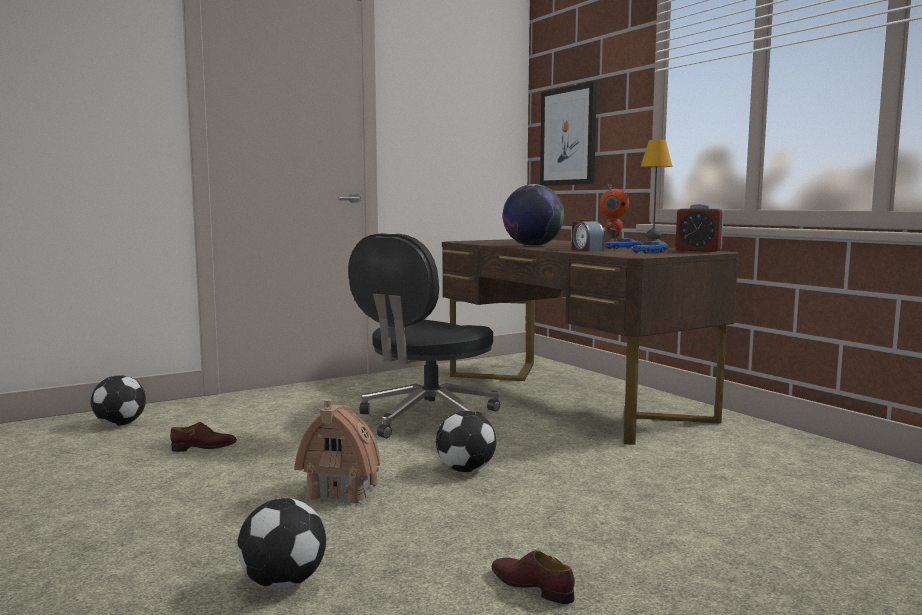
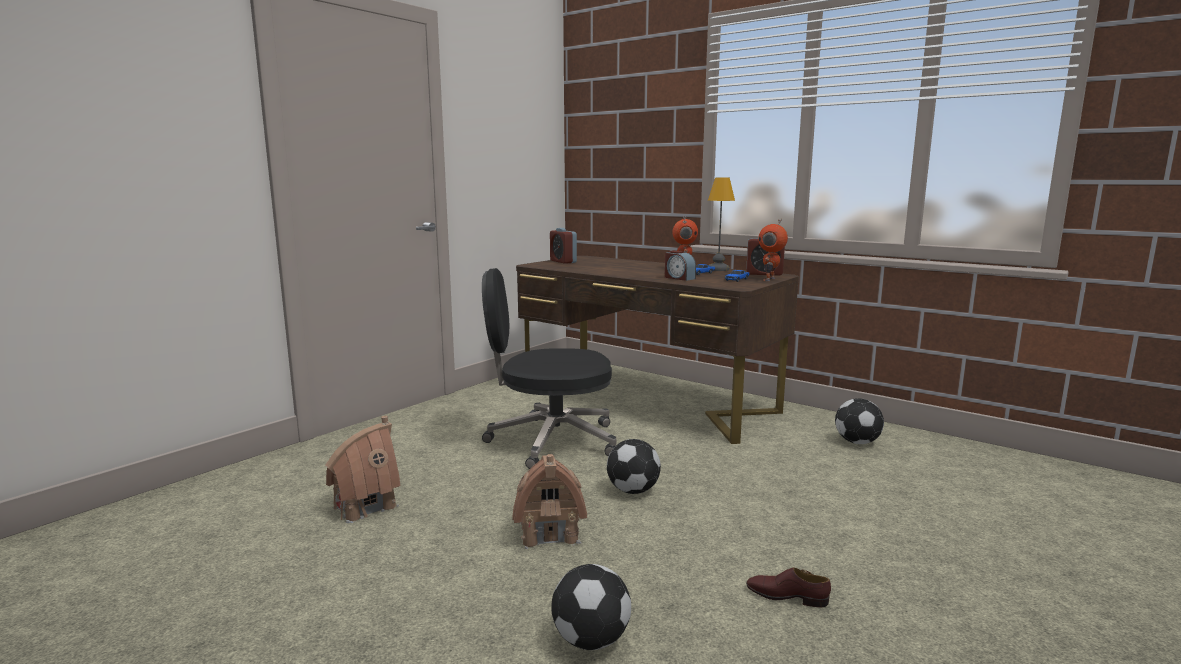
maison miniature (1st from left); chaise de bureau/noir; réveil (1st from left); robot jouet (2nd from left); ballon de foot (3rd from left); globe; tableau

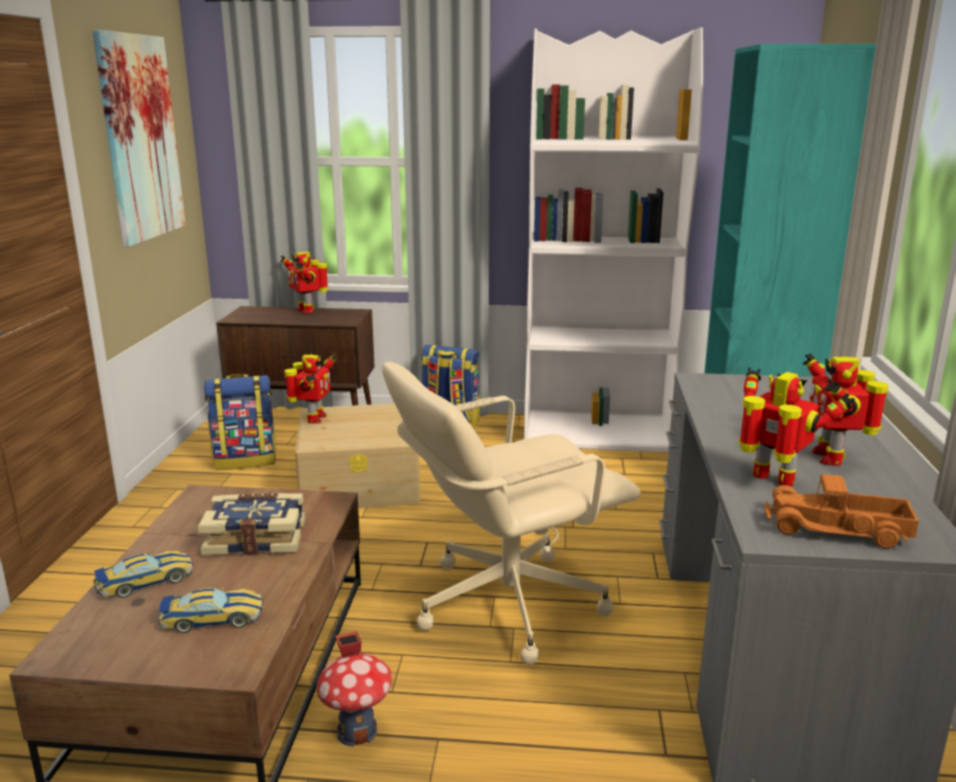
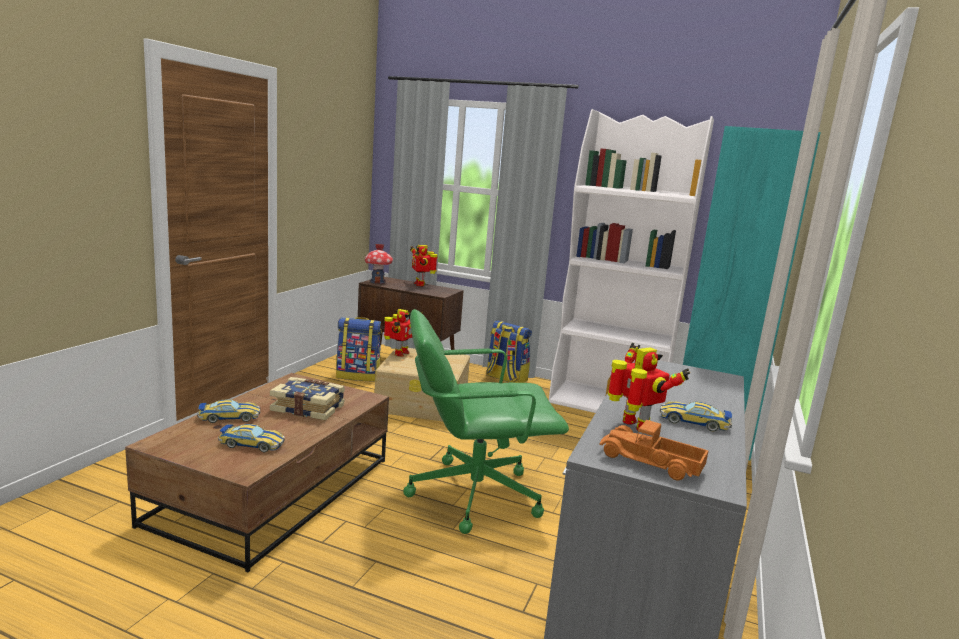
maison miniature; chaise de bureau/vert; petite voiture (3rd from left); tableau

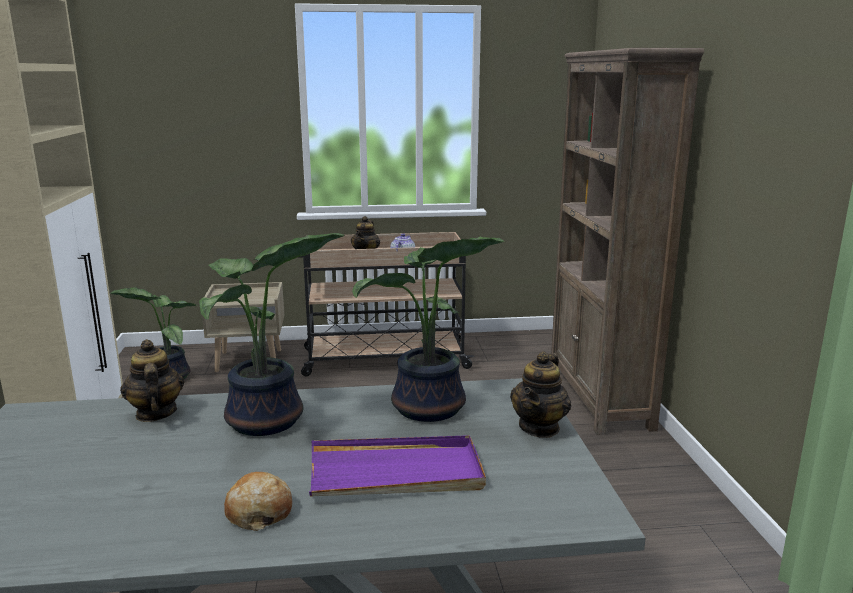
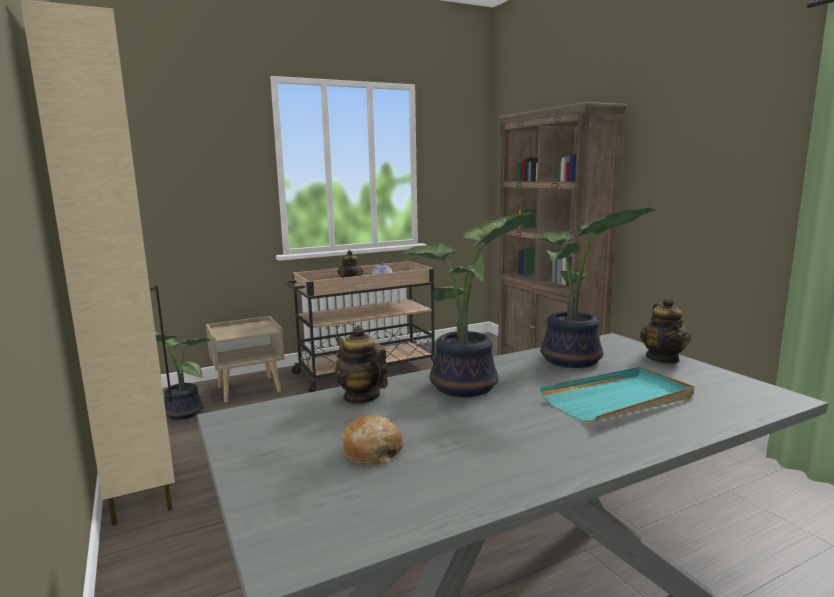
pain; plateau/turquoise

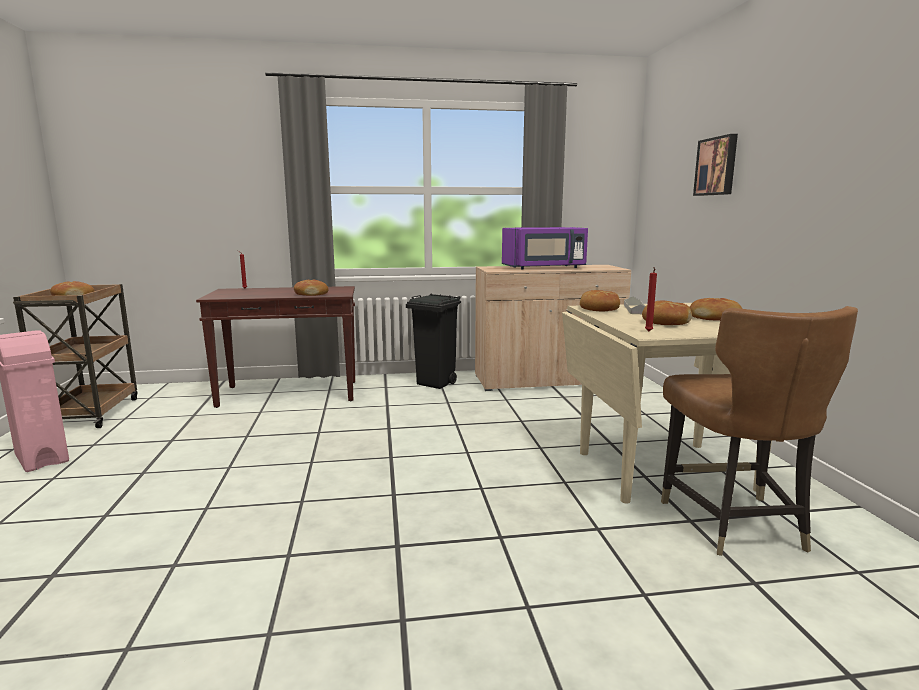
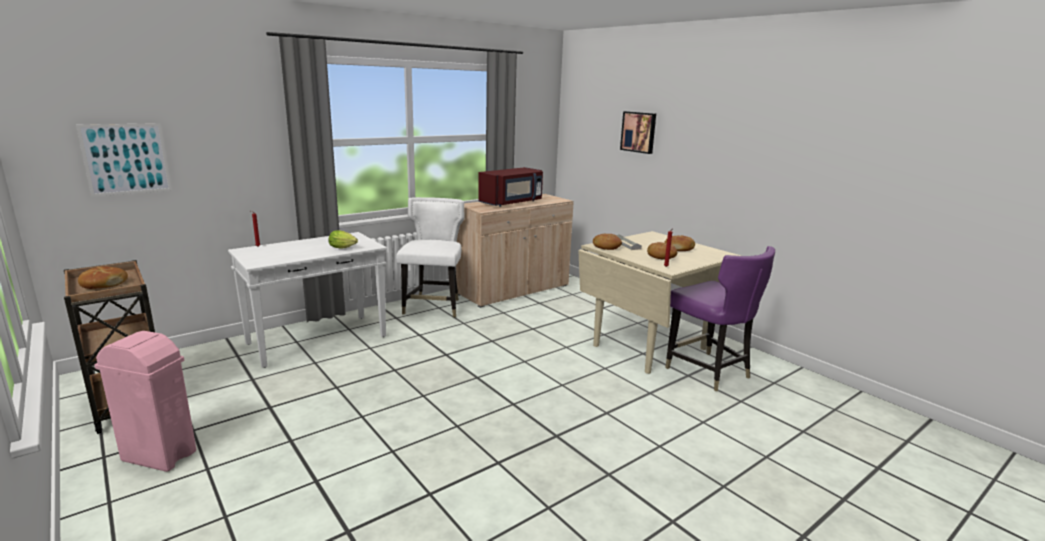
tableau (1st from left); table console/blanc; laitue; chaise/blanc; micro-ondes/rouge; chaise/violet

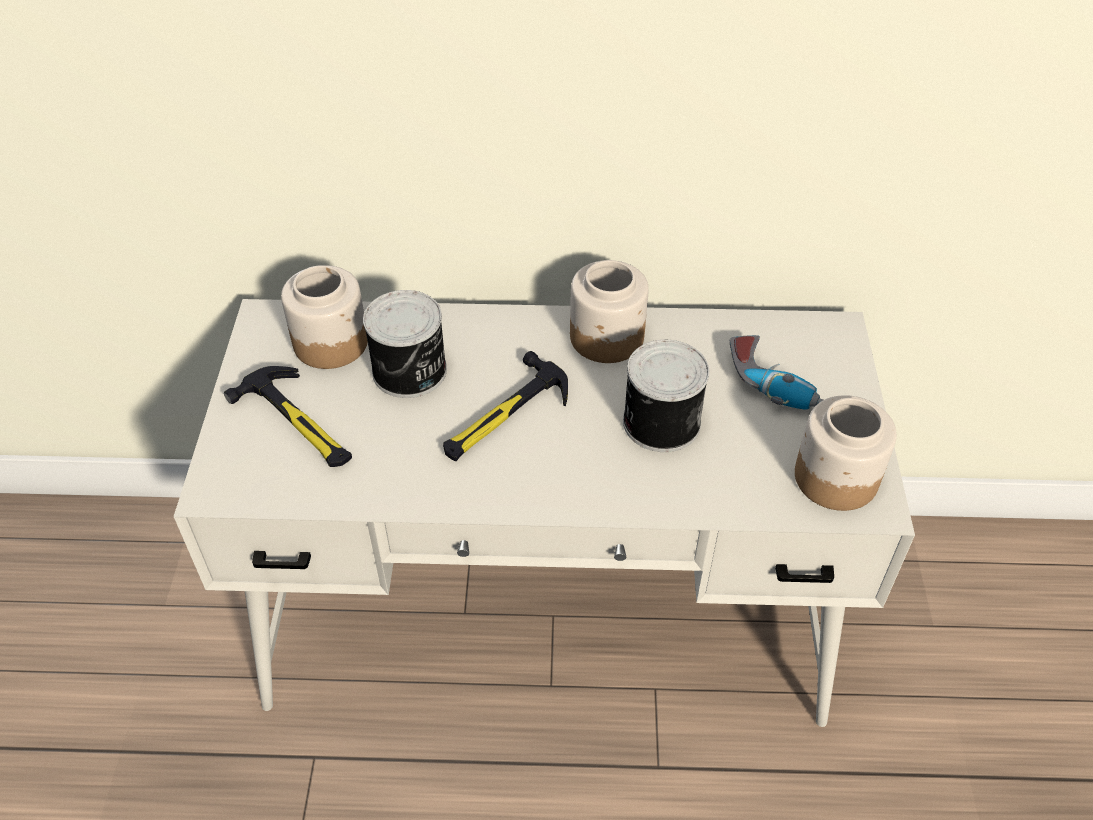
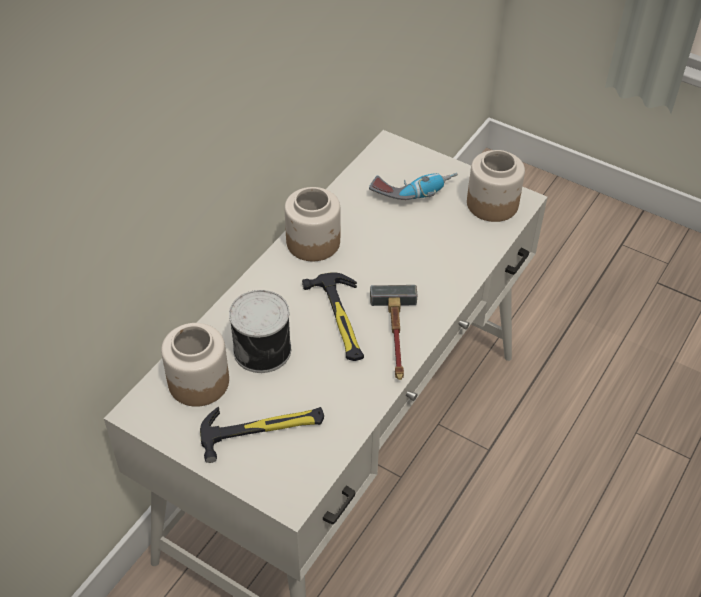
marteau (3rd from left); boîte métallique (2nd from left in the first image)

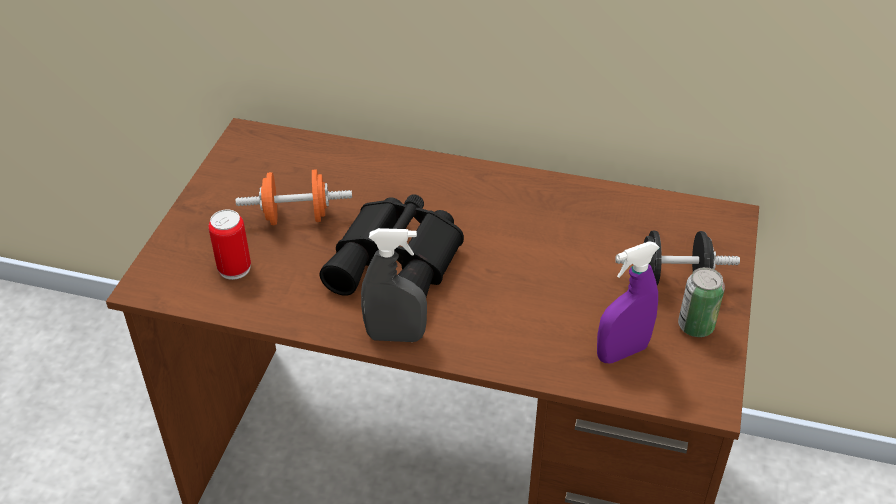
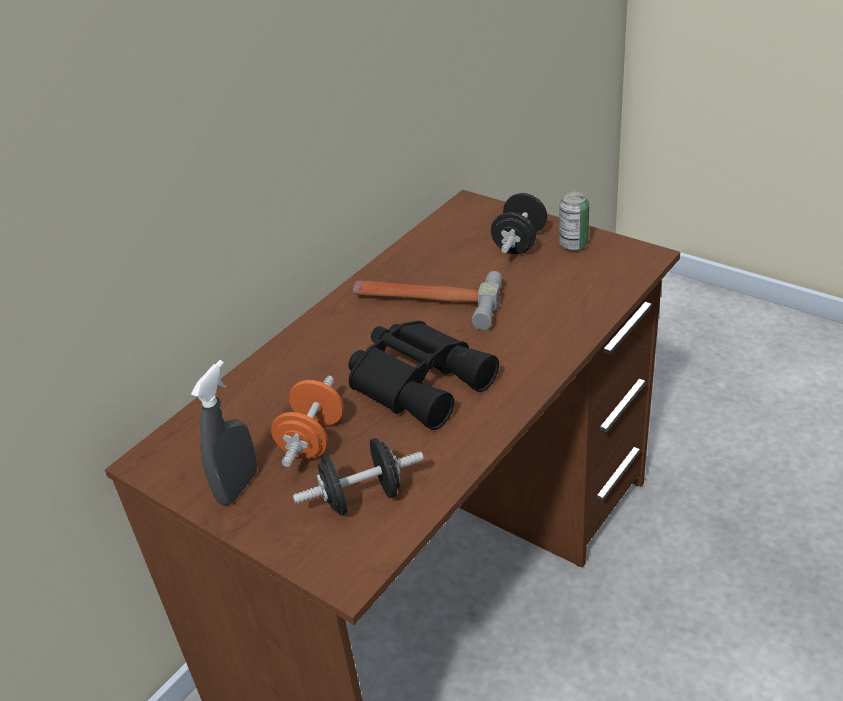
vaporisateur/gris; haltère/noir (1st from left); marteau; vaporisateur/violet

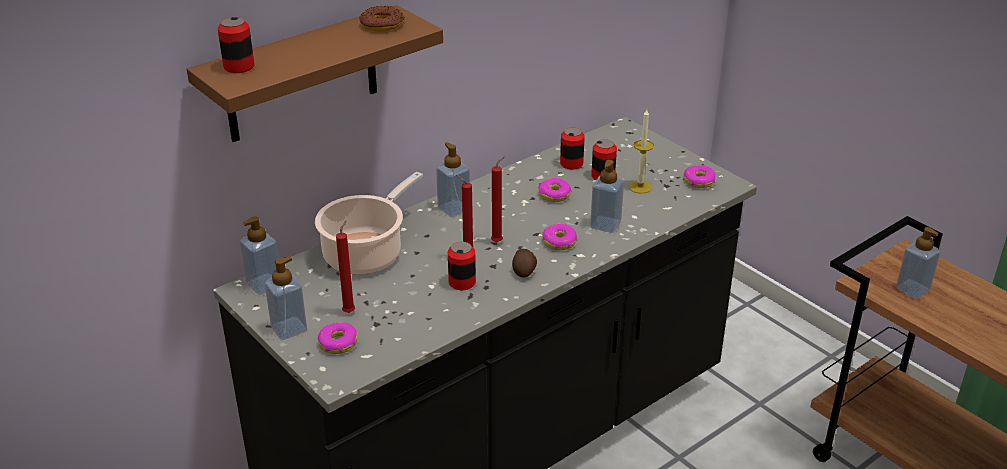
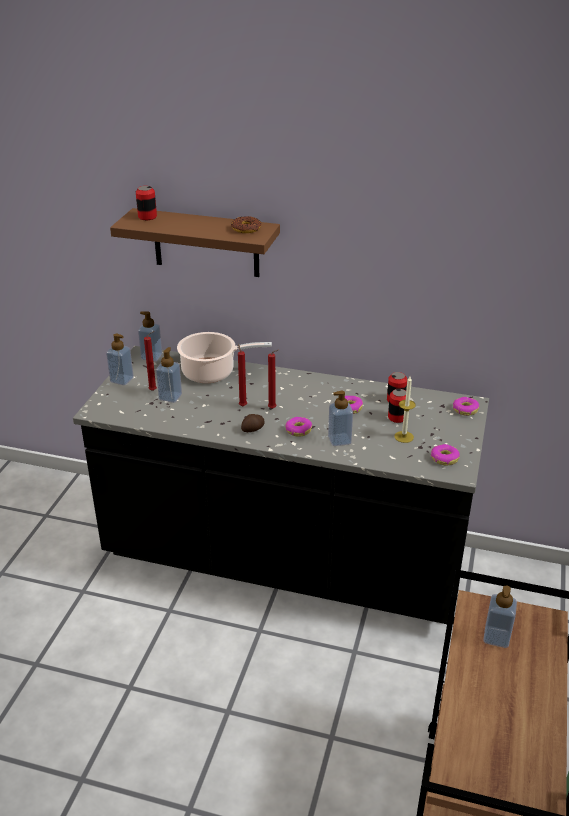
distributeur de savon (3rd from left); beignet (5th from left); boîte métallique (2nd from left in the first image)

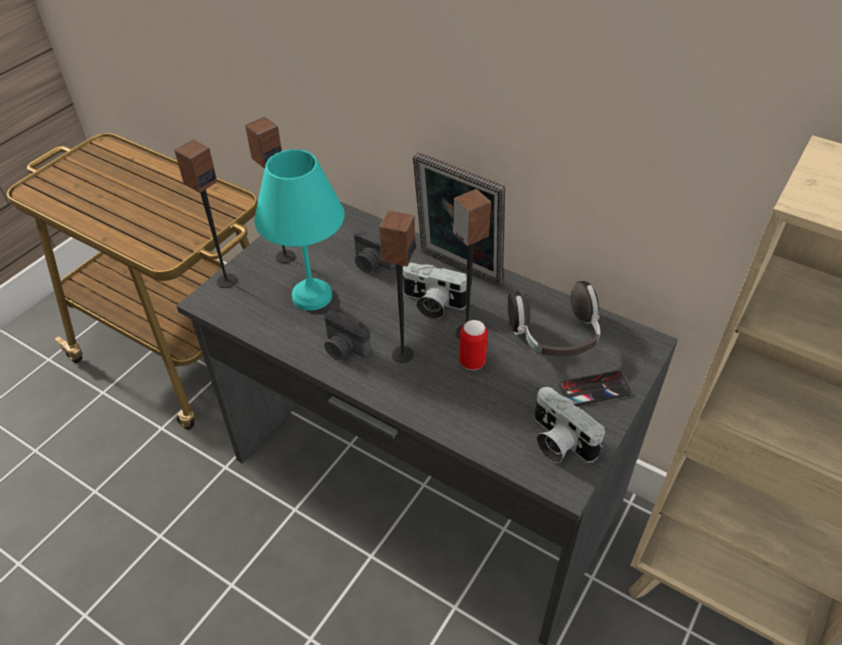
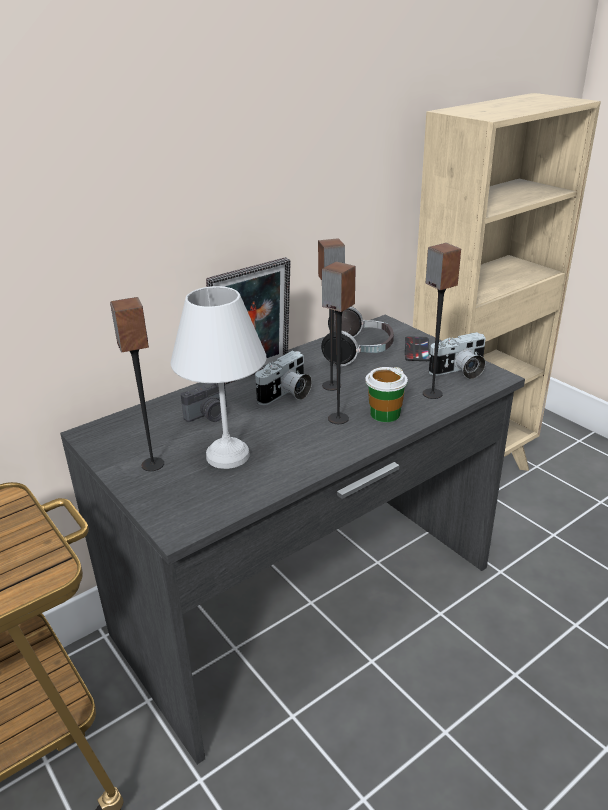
lampe de table/blanc; tasse; enceinte (4th from left); appareil photo (1st from left in the first image); boîte métallique

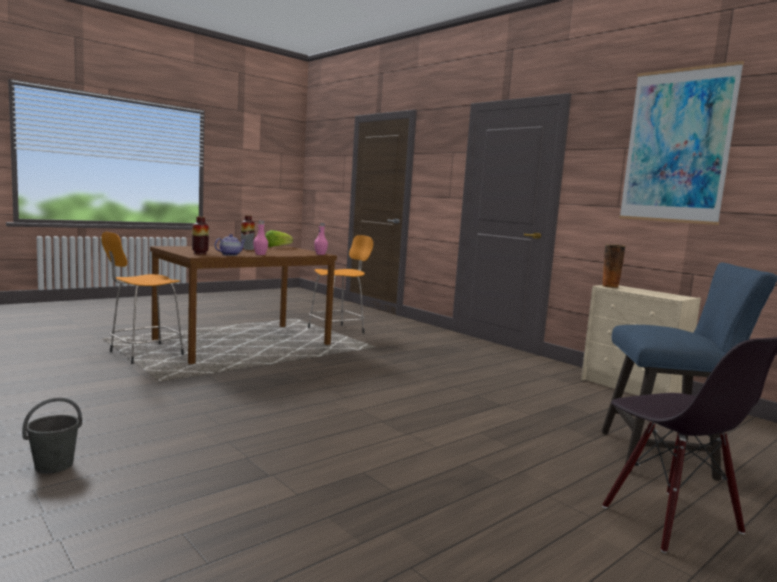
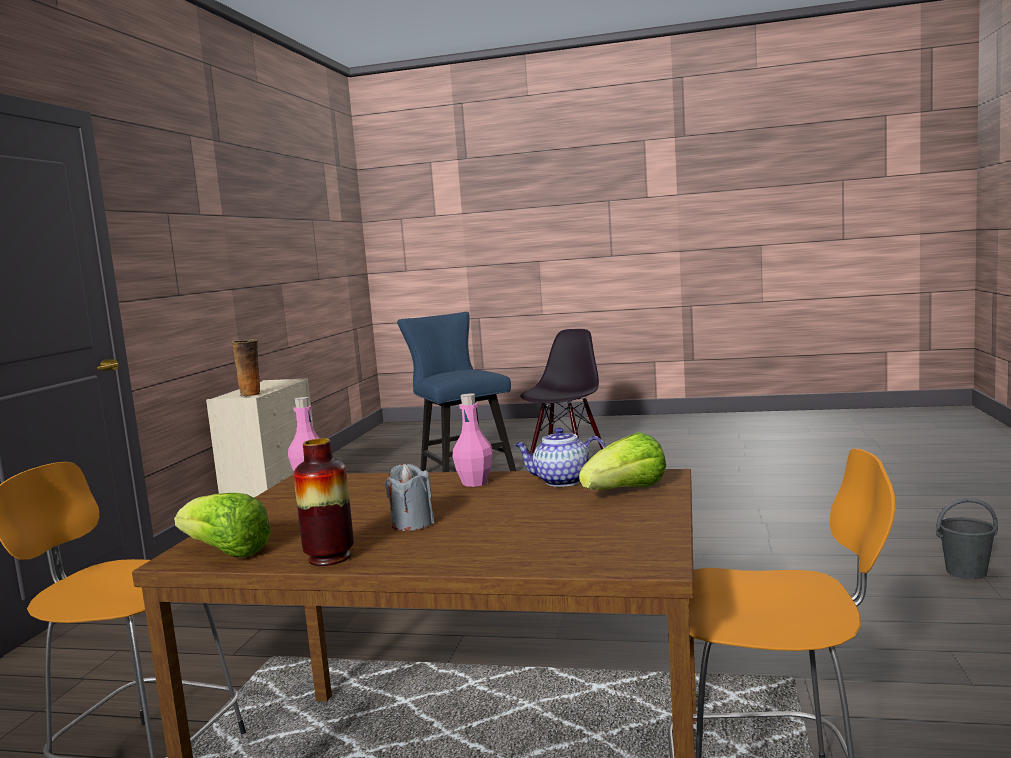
laitue (2nd from left); tableau

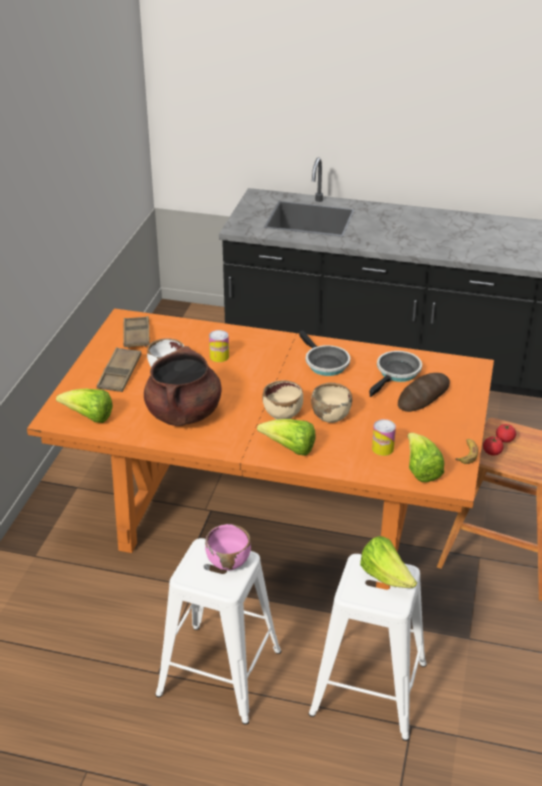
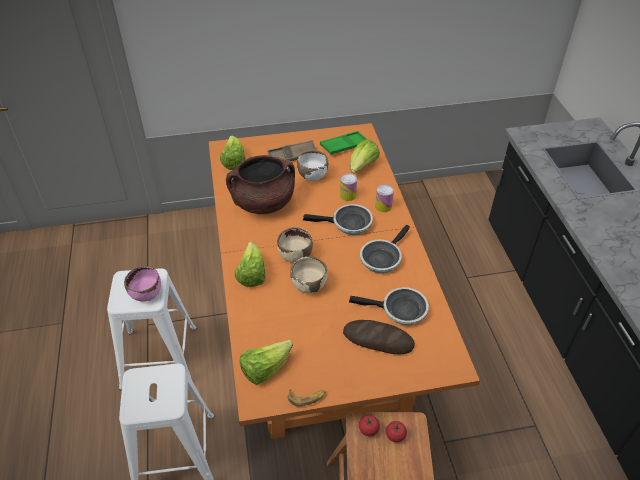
poêle (1st from left); plateau/vert; laitue (4th from left); boîte métallique (2nd from left)

